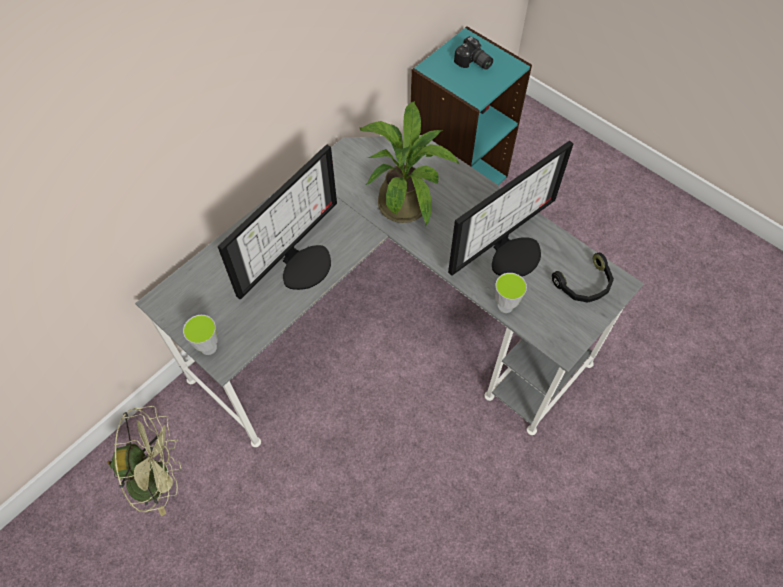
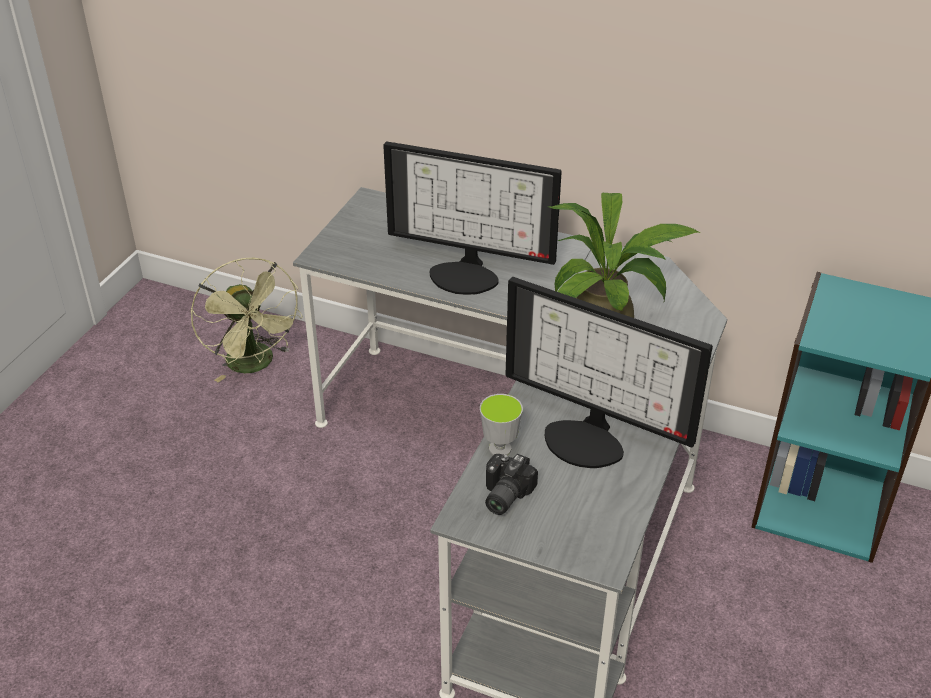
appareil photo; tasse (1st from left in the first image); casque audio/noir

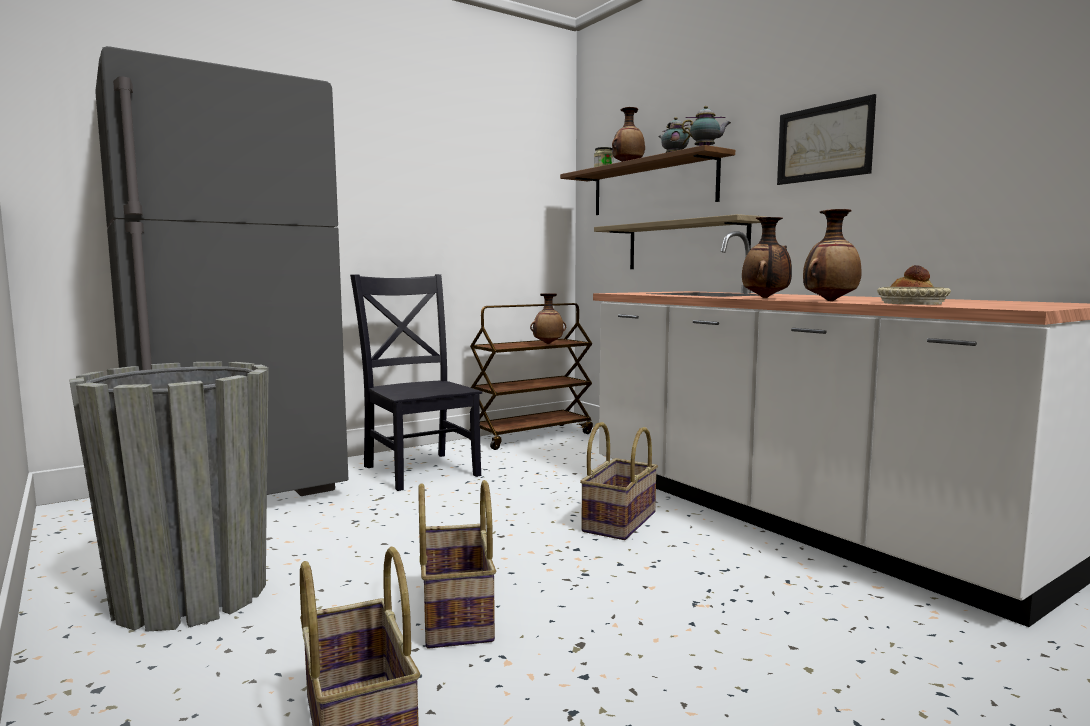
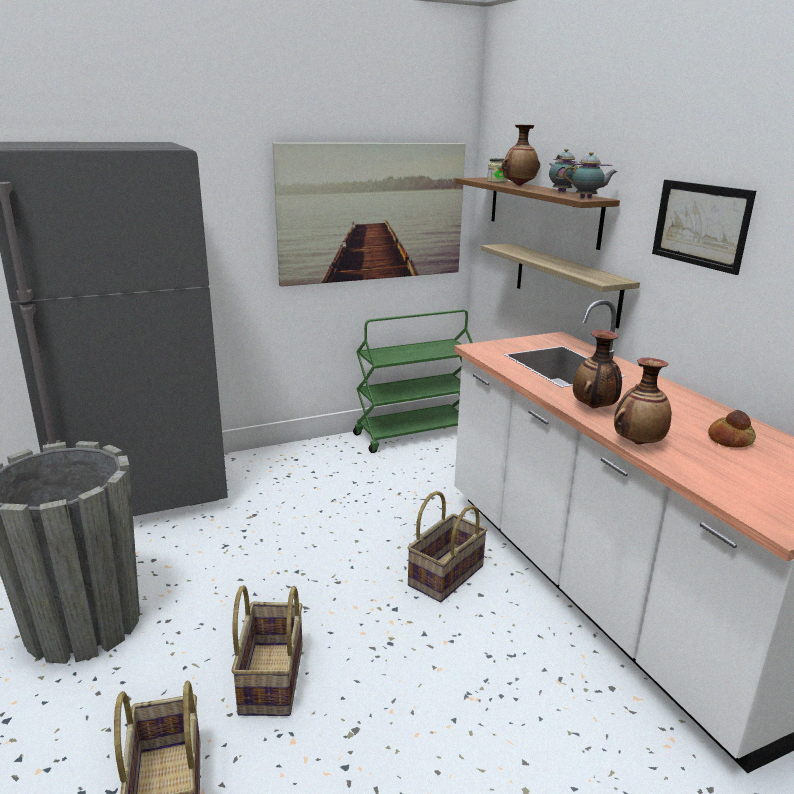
tableau (1st from left); chariot/vert; chaise/noir; vase (1st from left in the first image); bol/beige

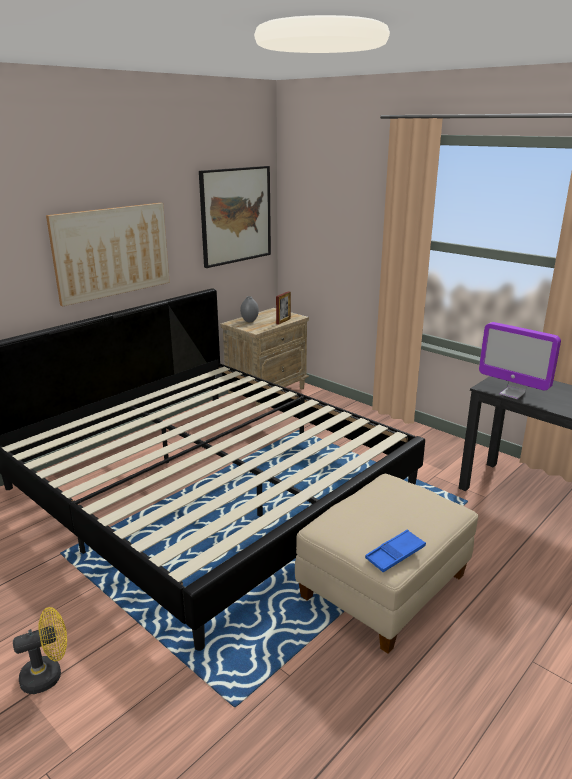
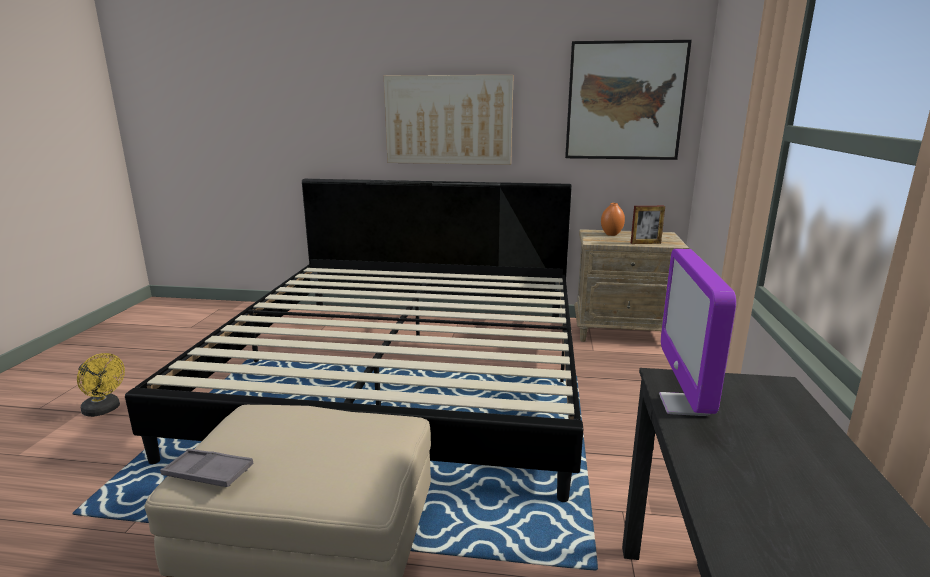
plateau/gris; vase/orange

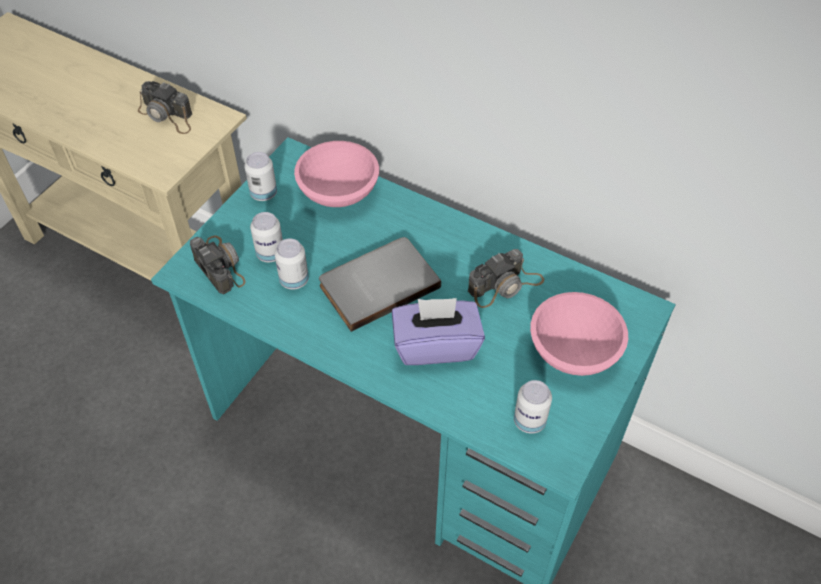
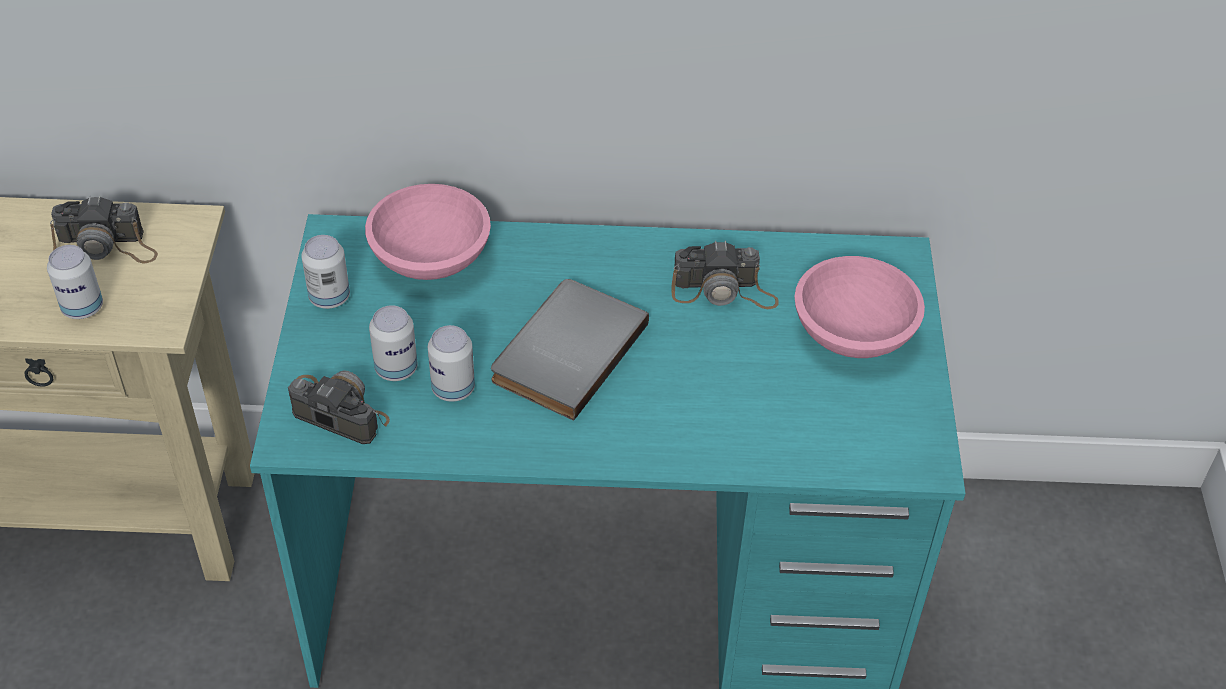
boîte métallique (1st from left); appareil photo (3rd from left); boîte à mouchoirs/violet

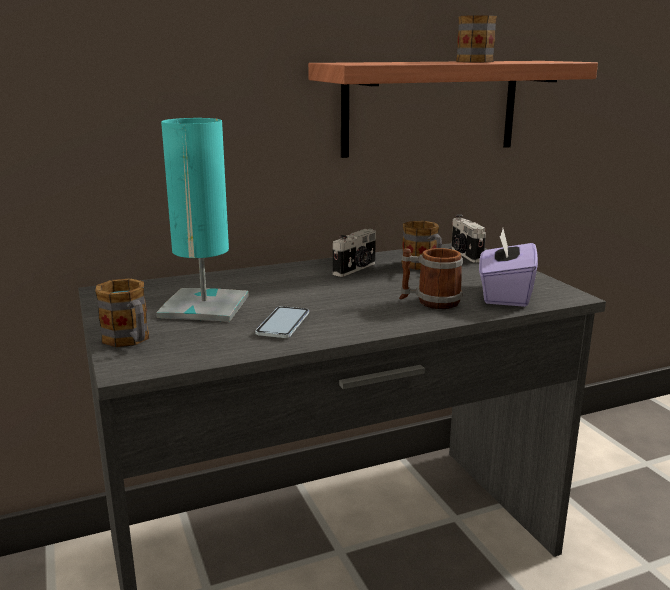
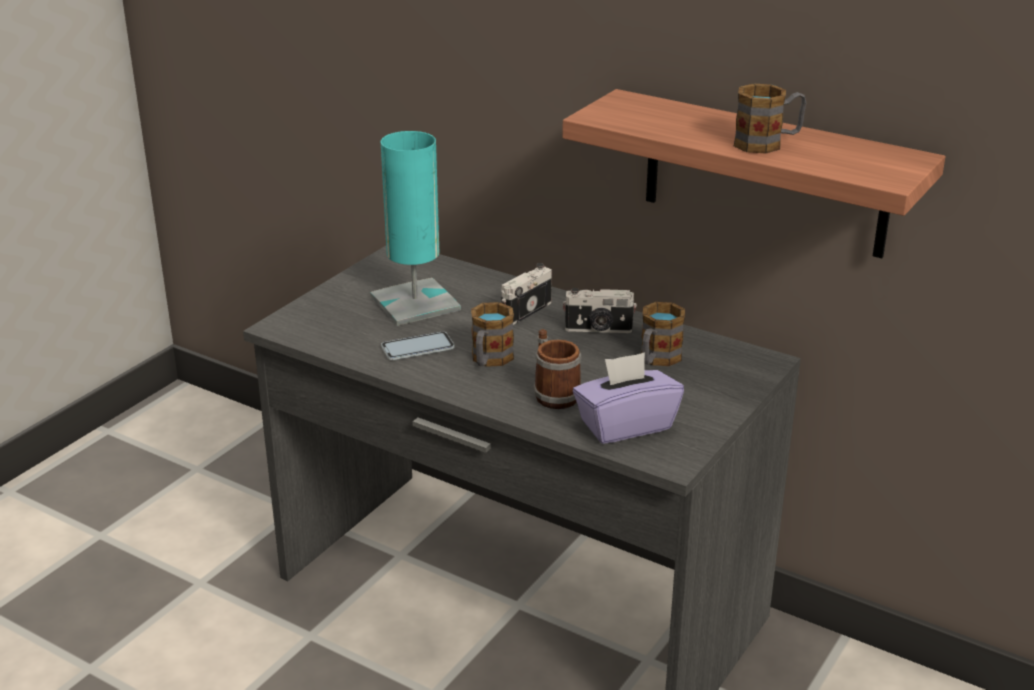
mug (1st from left); appareil photo (1st from left)

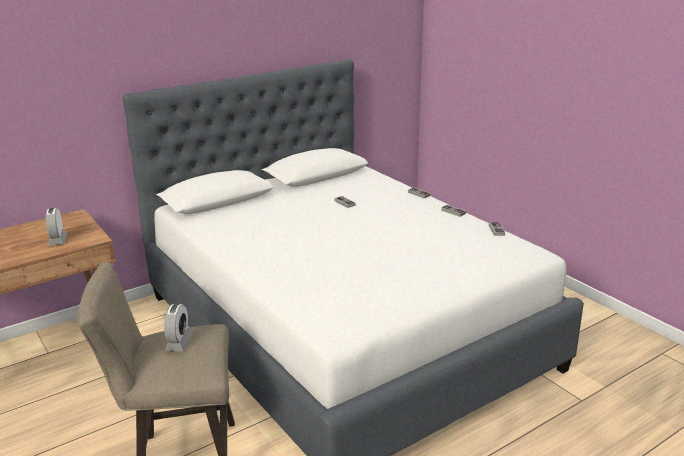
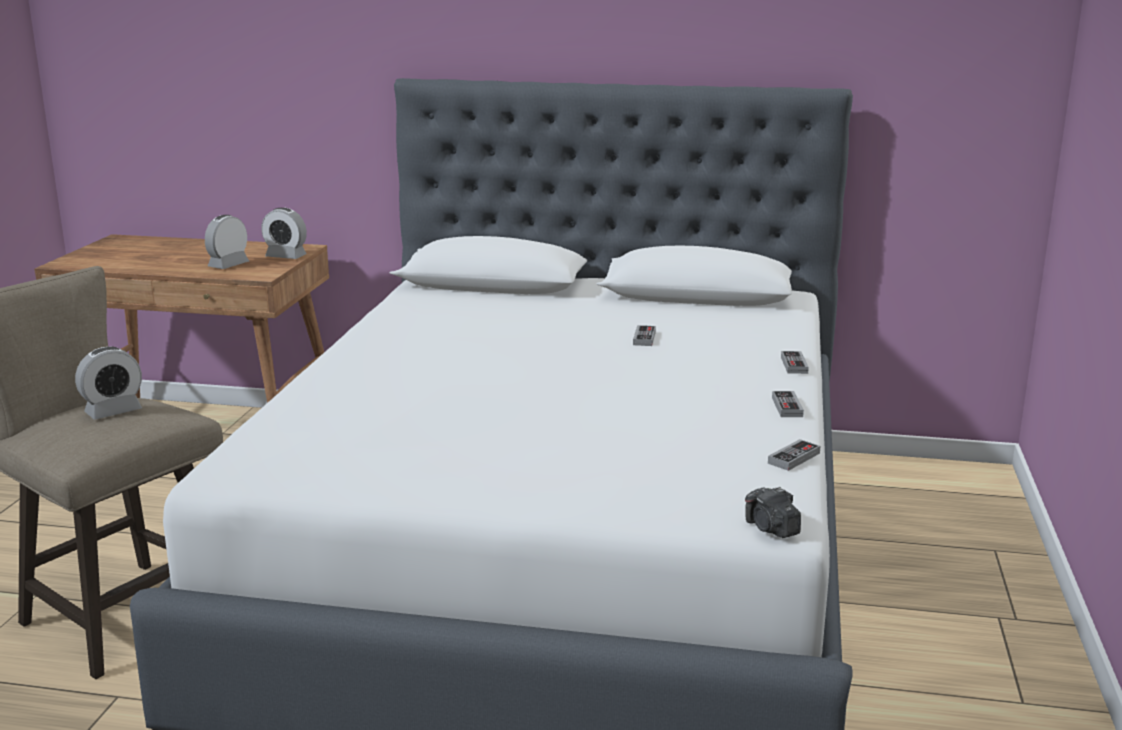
réveil (3rd from left); appareil photo

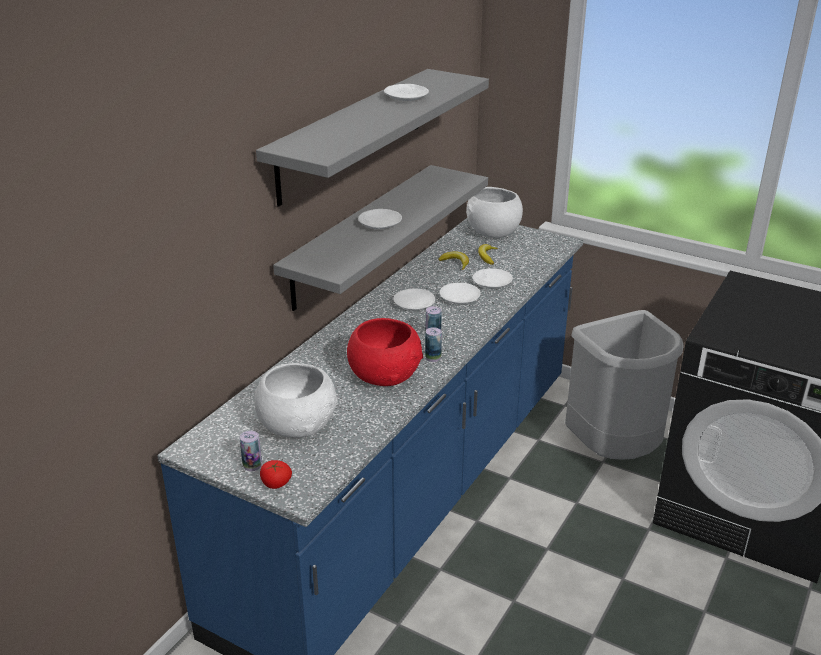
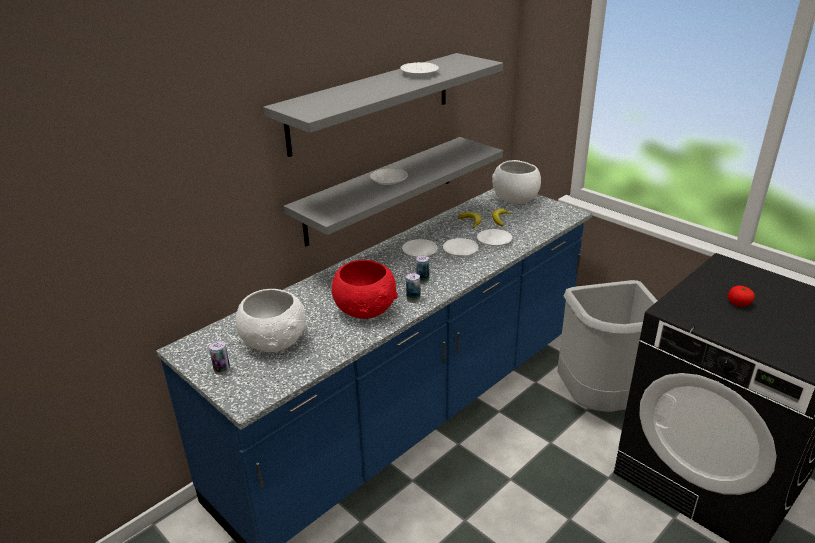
tomate

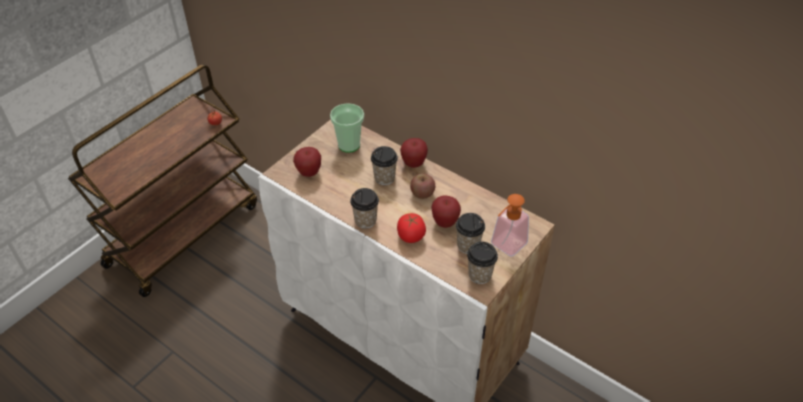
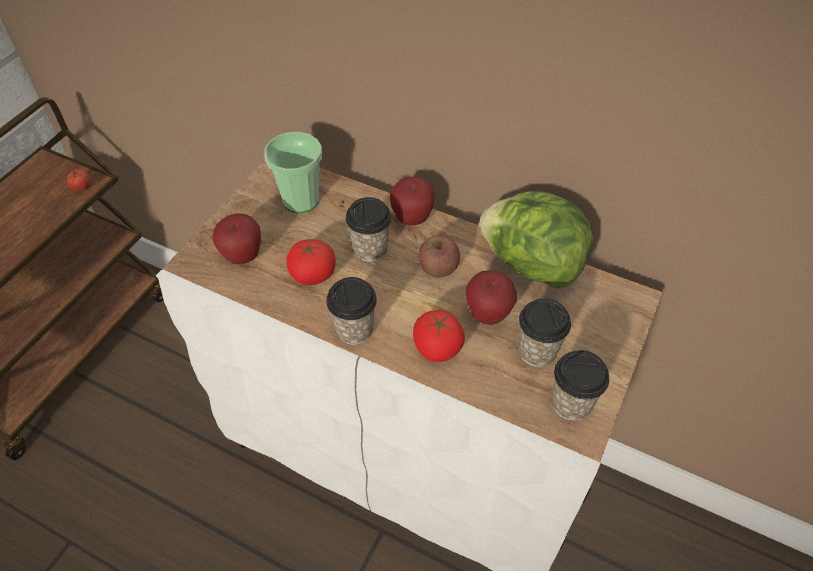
tomate (2nd from left); laitue; distributeur de savon

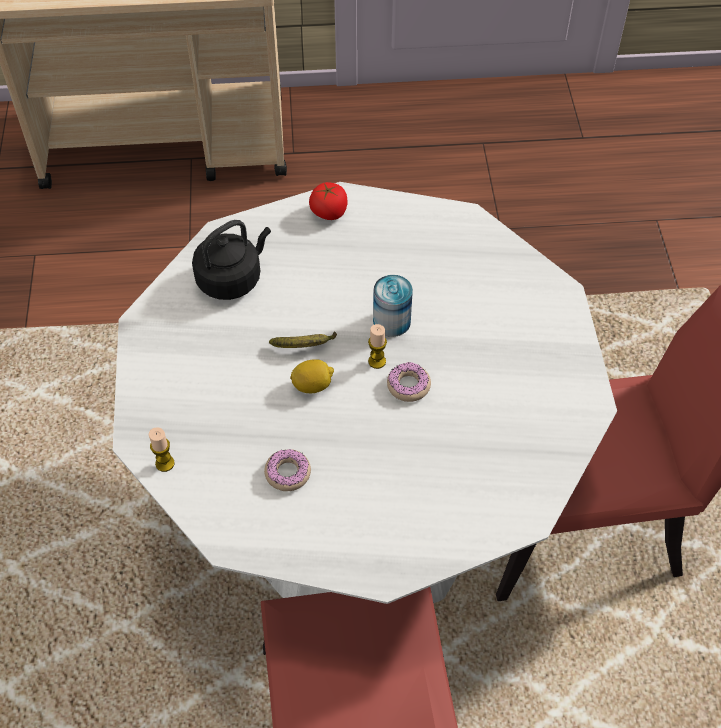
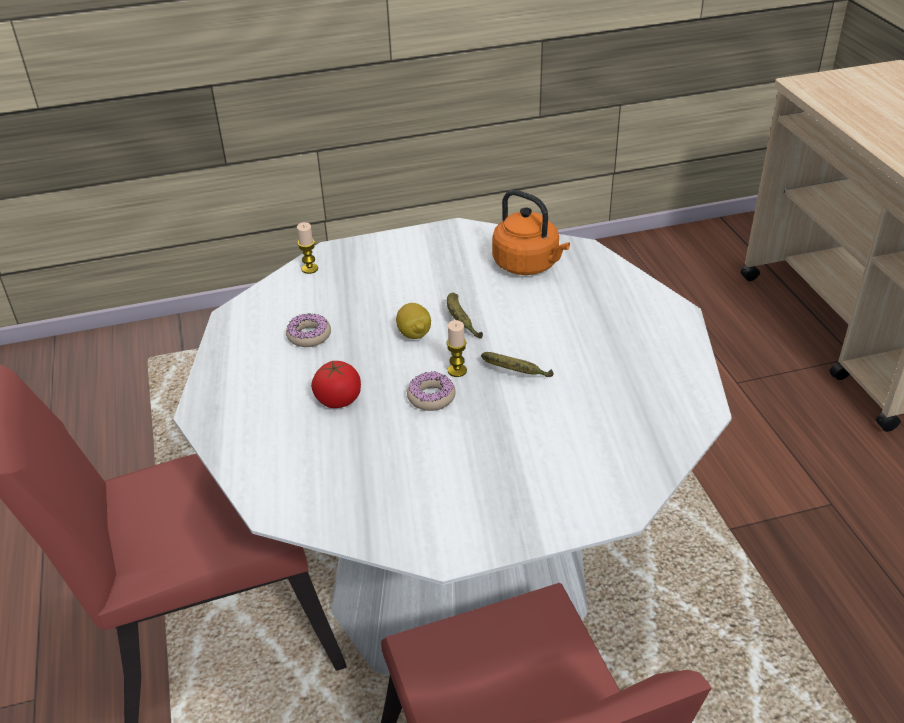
tomate; banane (2nd from left); bouilloire/orange

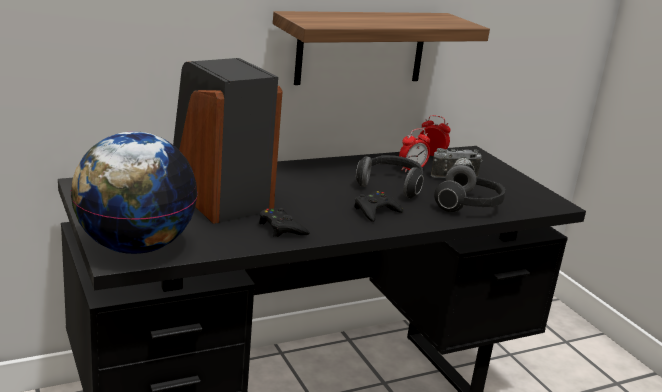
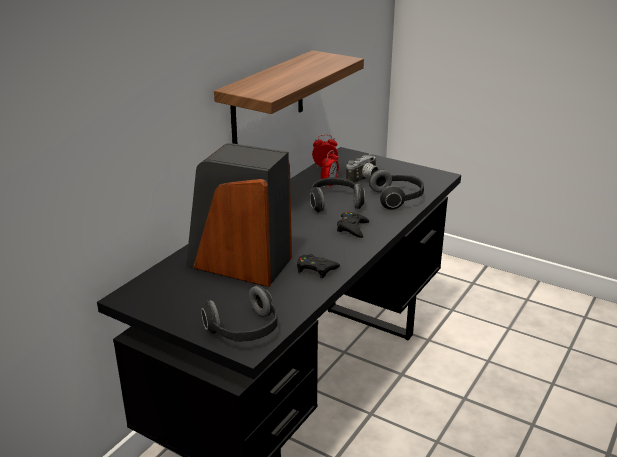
casque audio (1st from left)

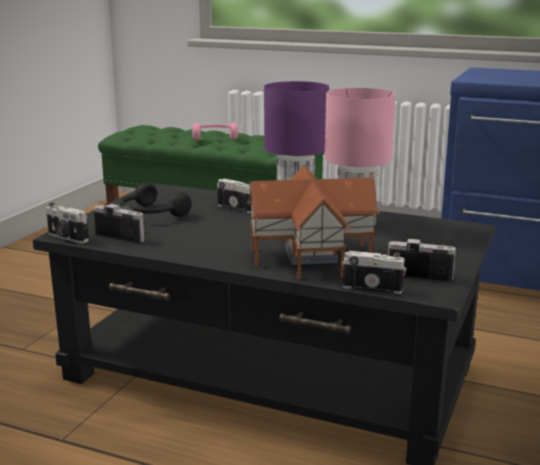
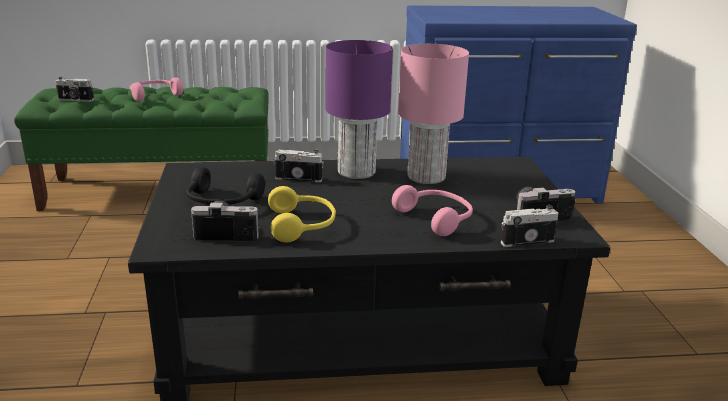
appareil photo (1st from left); casque audio/jaune; casque audio/rose (2nd from left)

